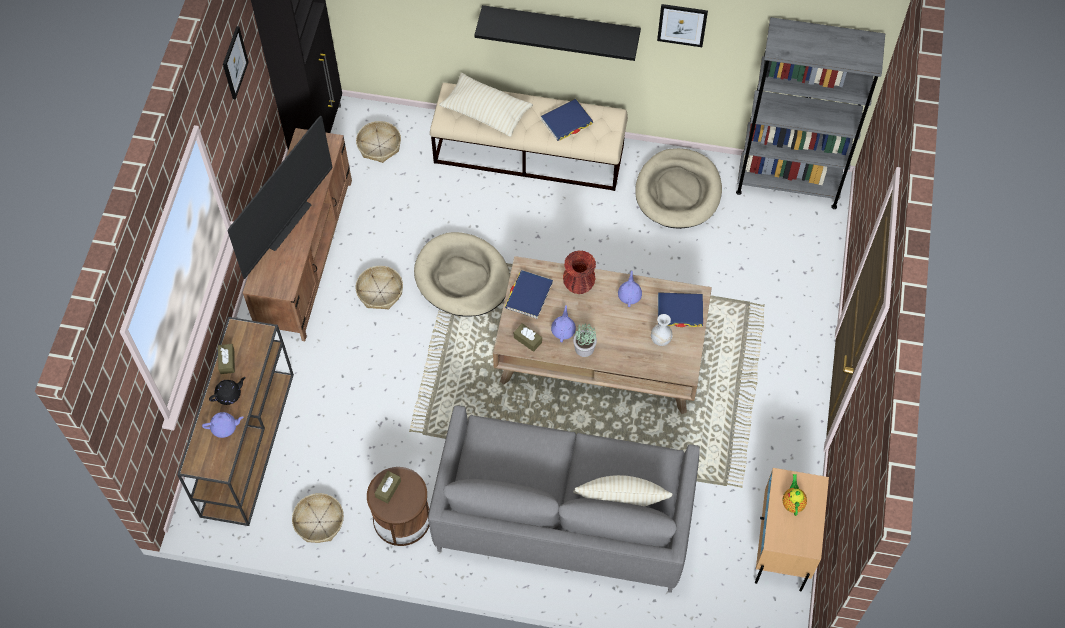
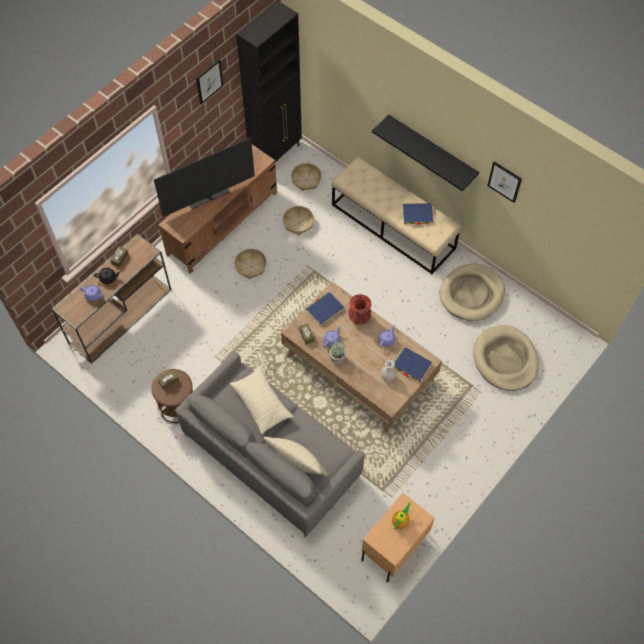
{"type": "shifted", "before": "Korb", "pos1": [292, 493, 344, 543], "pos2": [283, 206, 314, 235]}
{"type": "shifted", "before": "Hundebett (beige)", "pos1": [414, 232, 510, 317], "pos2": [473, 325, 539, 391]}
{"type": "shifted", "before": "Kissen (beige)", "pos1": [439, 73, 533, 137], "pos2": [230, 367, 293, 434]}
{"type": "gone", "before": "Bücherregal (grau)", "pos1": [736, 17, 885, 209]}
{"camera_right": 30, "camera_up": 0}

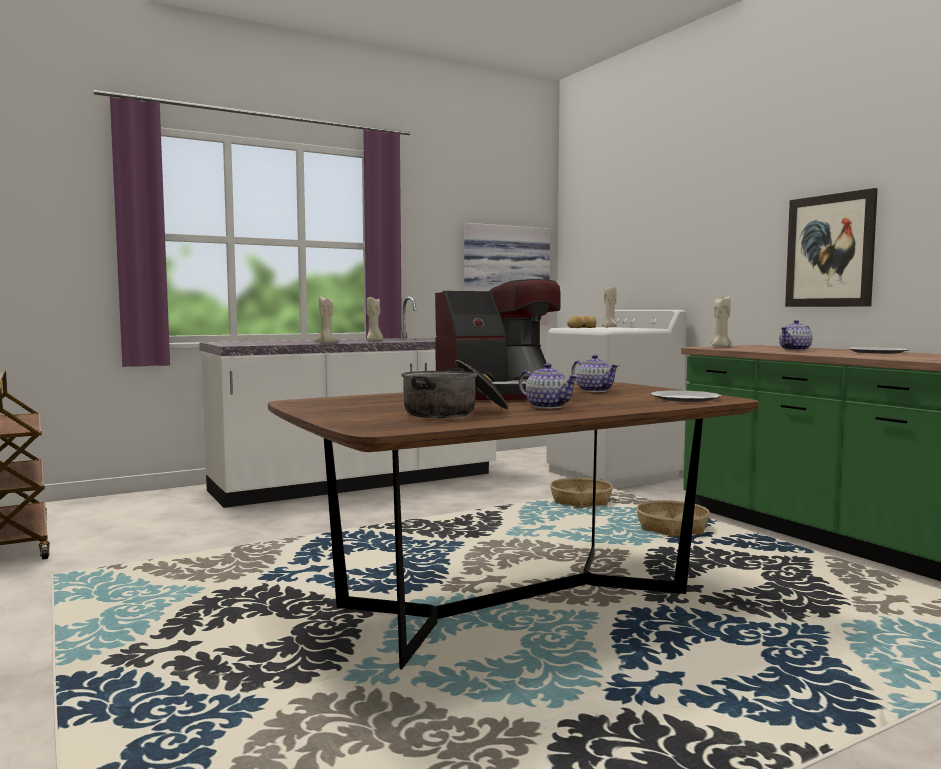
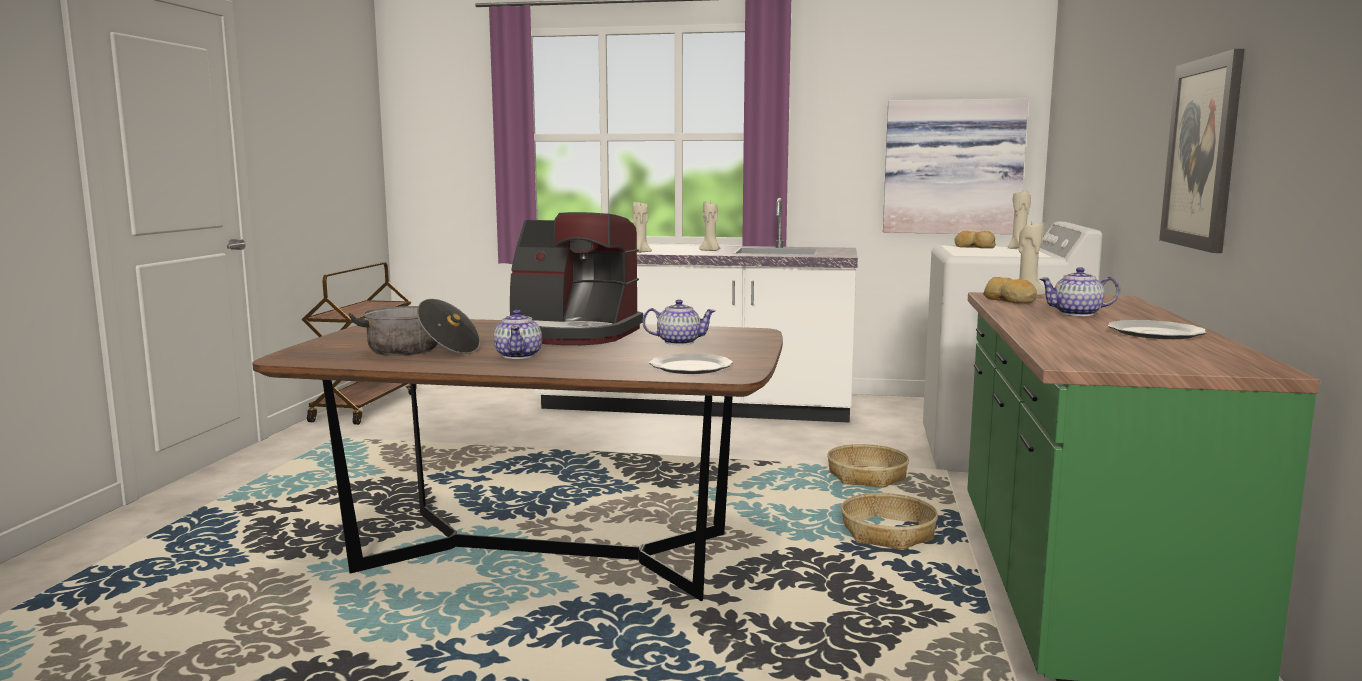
{"type": "rotated", "before": "Teekanne", "pos1": [571, 354, 619, 392], "pos2": [643, 300, 716, 345], "turn": -90}
{"type": "new", "after": "Brot", "pos2": [983, 277, 1037, 303]}
{"camera_right": 40, "camera_up": 5}

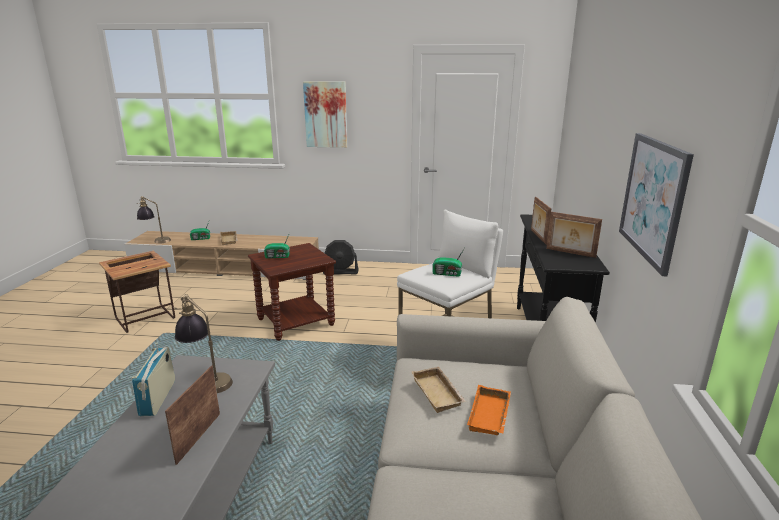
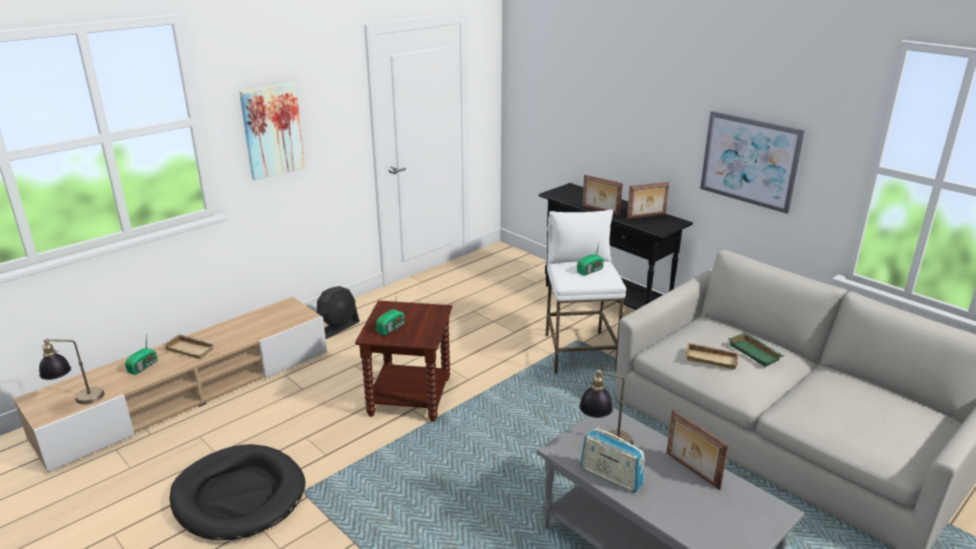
{"type": "swapped", "before": "Beistelltisch", "after": "Hundebett (schwarz)", "pos1": [99, 251, 175, 333], "pos2": [170, 444, 305, 540]}
{"type": "repainted", "before": "Tablett (orange)", "after": "Tablett (grün)", "pos1": [467, 385, 511, 435], "pos2": [728, 333, 784, 367]}
{"camera_right": -50, "camera_up": 5}

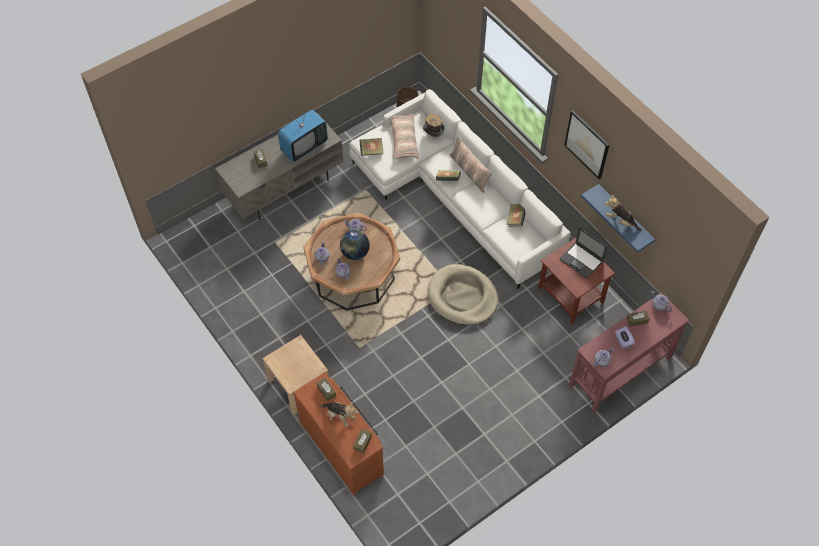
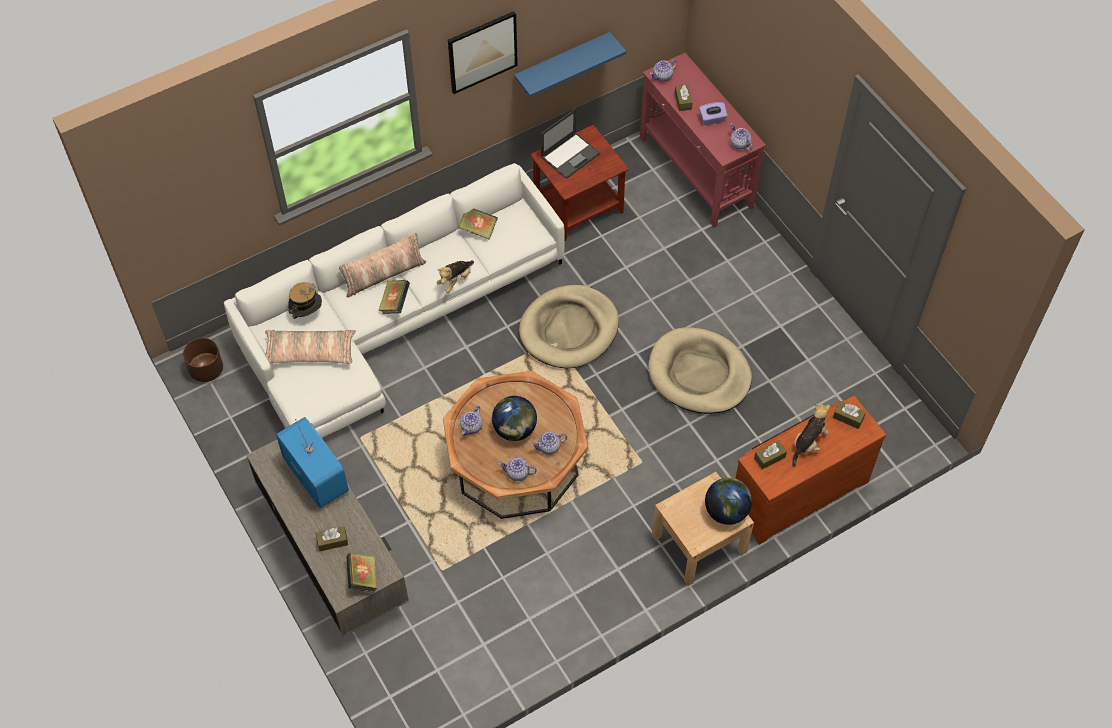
{"type": "shifted", "before": "Buch", "pos1": [359, 138, 384, 156], "pos2": [346, 553, 378, 593]}
{"type": "shifted", "before": "Plüschtier", "pos1": [605, 195, 642, 231], "pos2": [437, 260, 474, 293]}
{"type": "new", "after": "Hundebett (beige)", "pos2": [648, 327, 752, 414]}
{"type": "new", "after": "Globus", "pos2": [705, 478, 752, 525]}
{"camera_right": -85, "camera_up": 0}

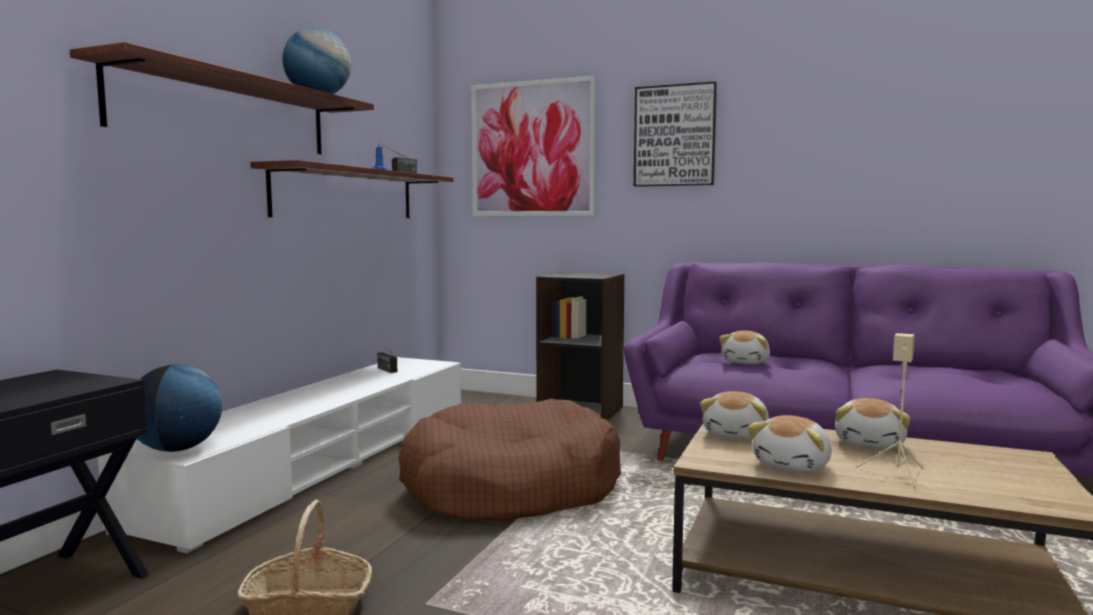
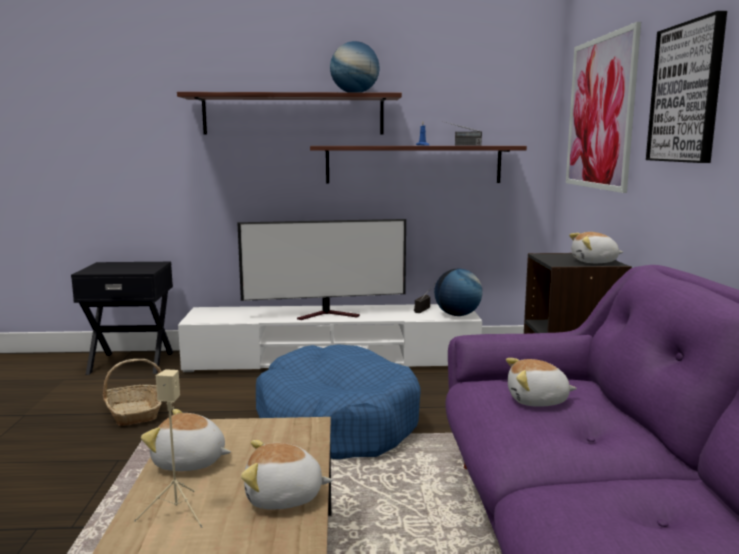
{"type": "shifted", "before": "Globus", "pos1": [137, 365, 222, 452], "pos2": [434, 268, 482, 316]}
{"type": "repainted", "before": "Hundebett (braun)", "after": "Hundebett (blau)", "pos1": [399, 399, 621, 521], "pos2": [256, 344, 421, 459]}
{"type": "shifted", "before": "Plüschtier", "pos1": [700, 391, 769, 440], "pos2": [569, 232, 623, 263]}
{"type": "new", "after": "Fernseher", "pos2": [237, 219, 406, 320]}
{"camera_right": 65, "camera_up": 5}

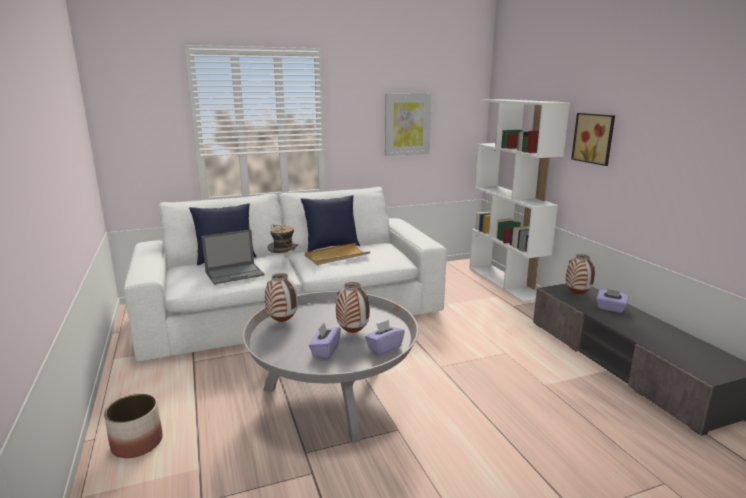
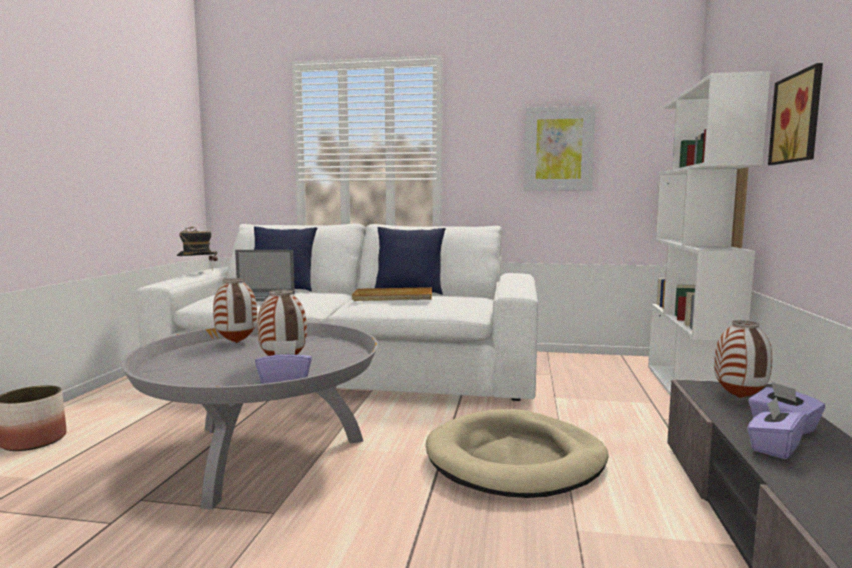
{"type": "shifted", "before": "Hut", "pos1": [268, 224, 298, 258], "pos2": [177, 226, 218, 261]}
{"type": "shifted", "before": "Taschentuchbox (lila)", "pos1": [309, 323, 341, 359], "pos2": [747, 397, 807, 459]}
{"type": "new", "after": "Hundebett (beige)", "pos2": [426, 409, 608, 498]}
{"camera_right": 30, "camera_up": -10}

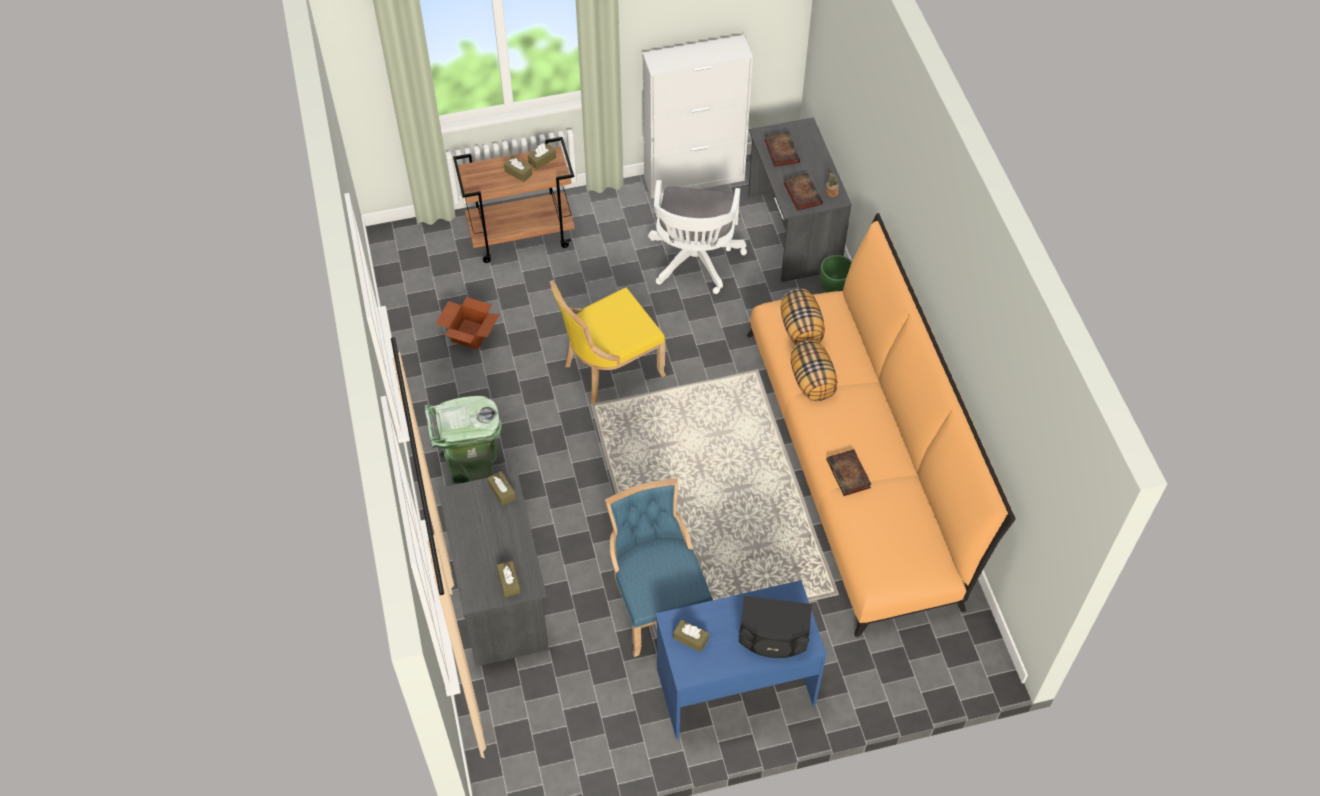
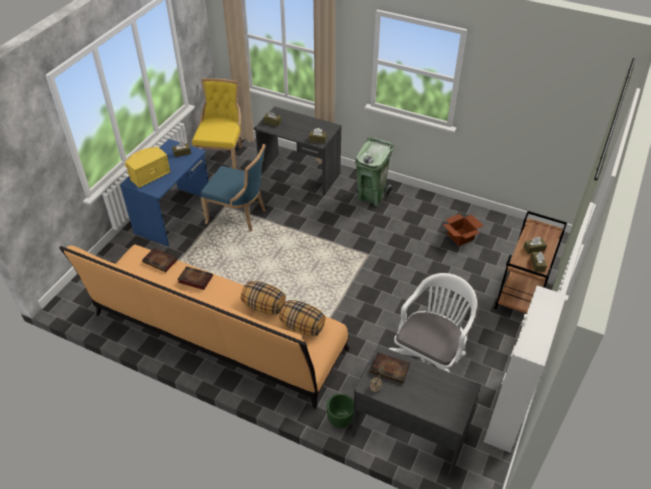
{"type": "shifted", "before": "Stuhl (gelb)", "pos1": [550, 280, 666, 404], "pos2": [192, 78, 242, 170]}
{"type": "rotated", "before": "Bürostuhl (weiß)", "pos1": [648, 180, 747, 294], "pos2": [389, 273, 477, 373], "turn": 75}
{"type": "repainted", "before": "Lautsprecher (schwarz)", "after": "Lautsprecher (gelb)", "pos1": [739, 596, 812, 658], "pos2": [125, 147, 171, 188]}
{"type": "shifted", "before": "Buch", "pos1": [764, 131, 800, 167], "pos2": [142, 248, 177, 272]}
{"camera_right": 130, "camera_up": -10}

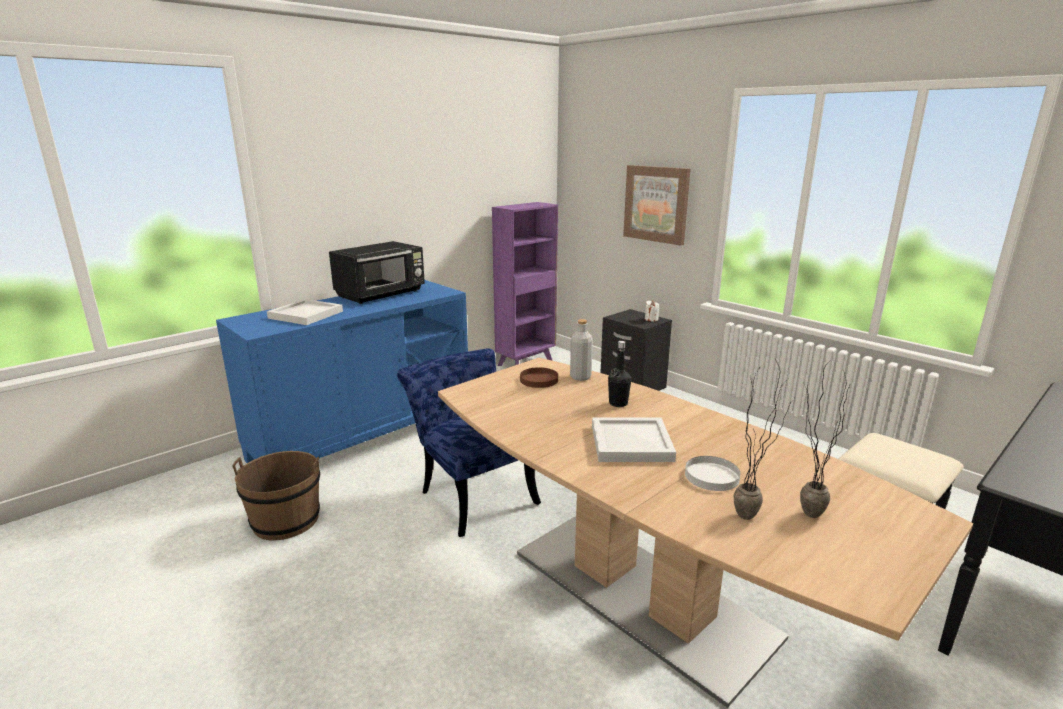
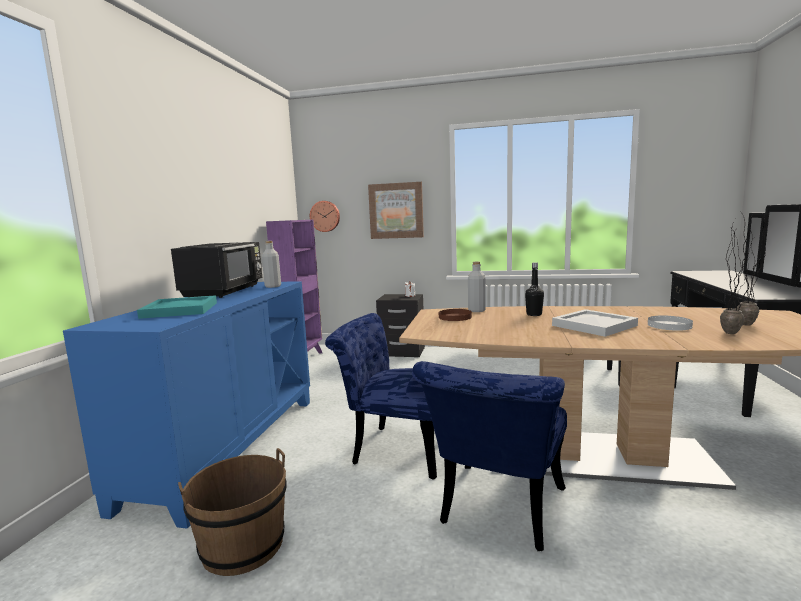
{"type": "repainted", "before": "Tablett (weiß)", "after": "Tablett (türkis)", "pos1": [267, 299, 343, 325], "pos2": [137, 295, 217, 319]}
{"type": "new", "after": "Flasche (grau)", "pos2": [262, 241, 281, 288]}
{"type": "new", "after": "Wanduhr", "pos2": [310, 201, 340, 232]}
{"type": "new", "after": "Stuhl (blau)", "pos2": [412, 361, 567, 551]}
{"camera_right": -35, "camera_up": -10}

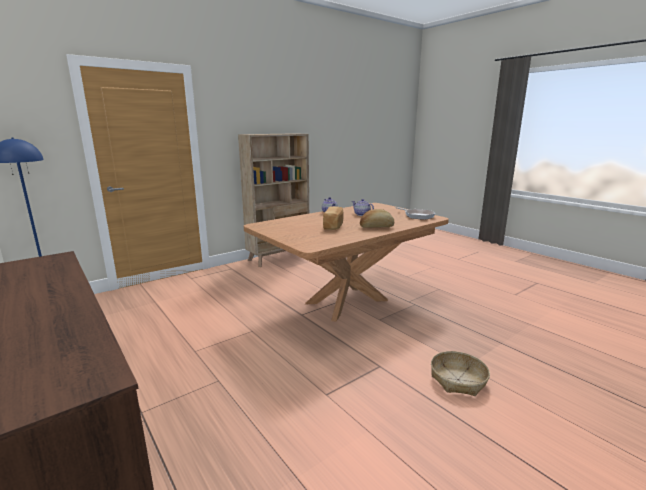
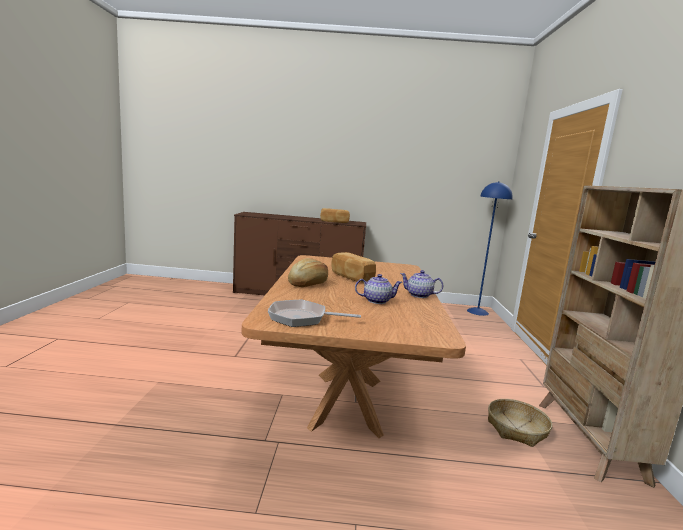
{"type": "shifted", "before": "Korb", "pos1": [431, 351, 490, 396], "pos2": [488, 399, 552, 447]}
{"type": "new", "after": "Brot", "pos2": [320, 208, 350, 223]}
{"camera_right": 130, "camera_up": -5}

